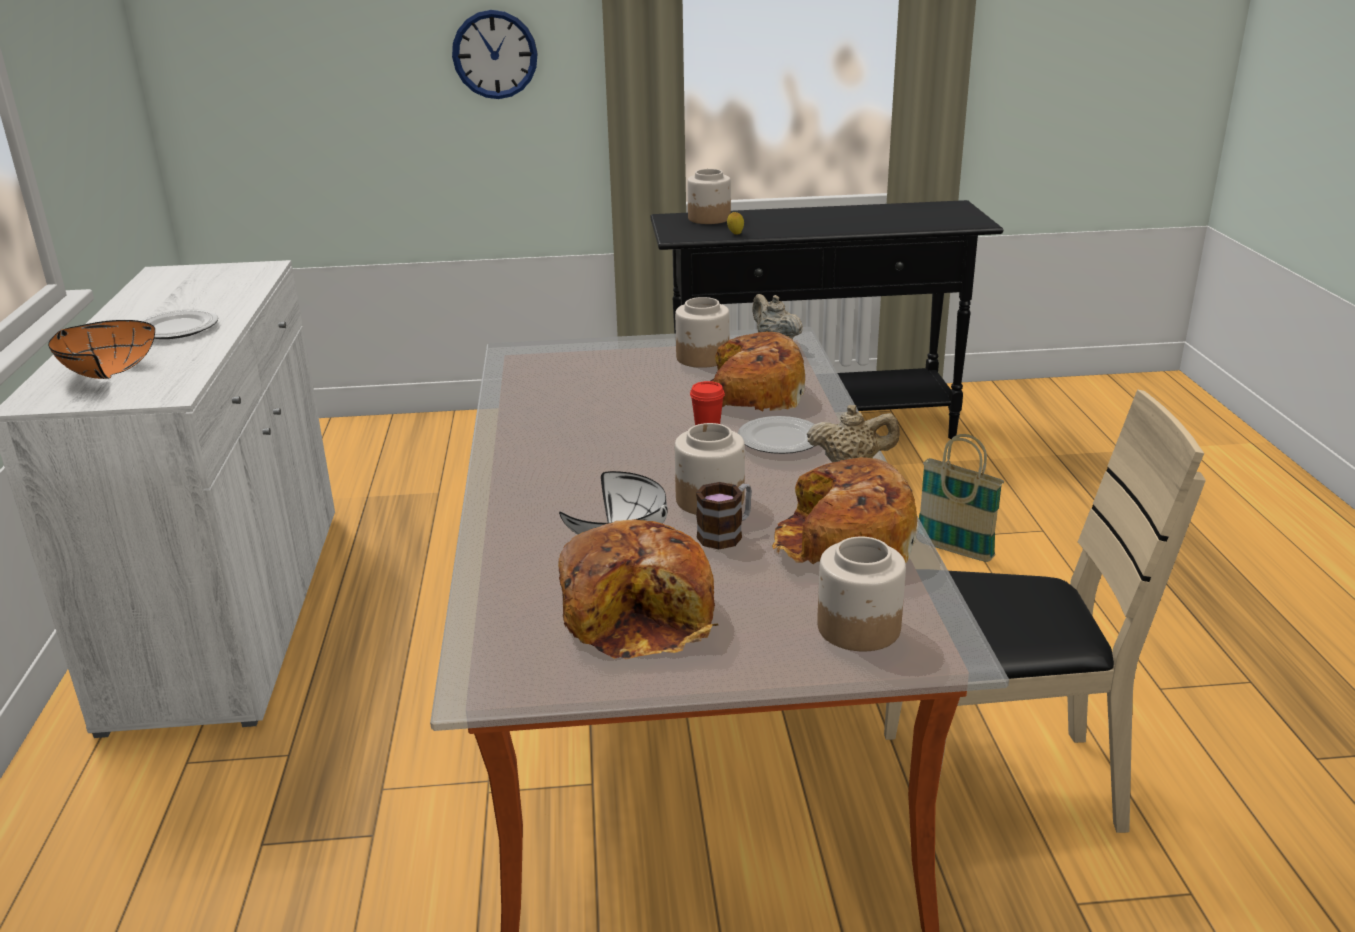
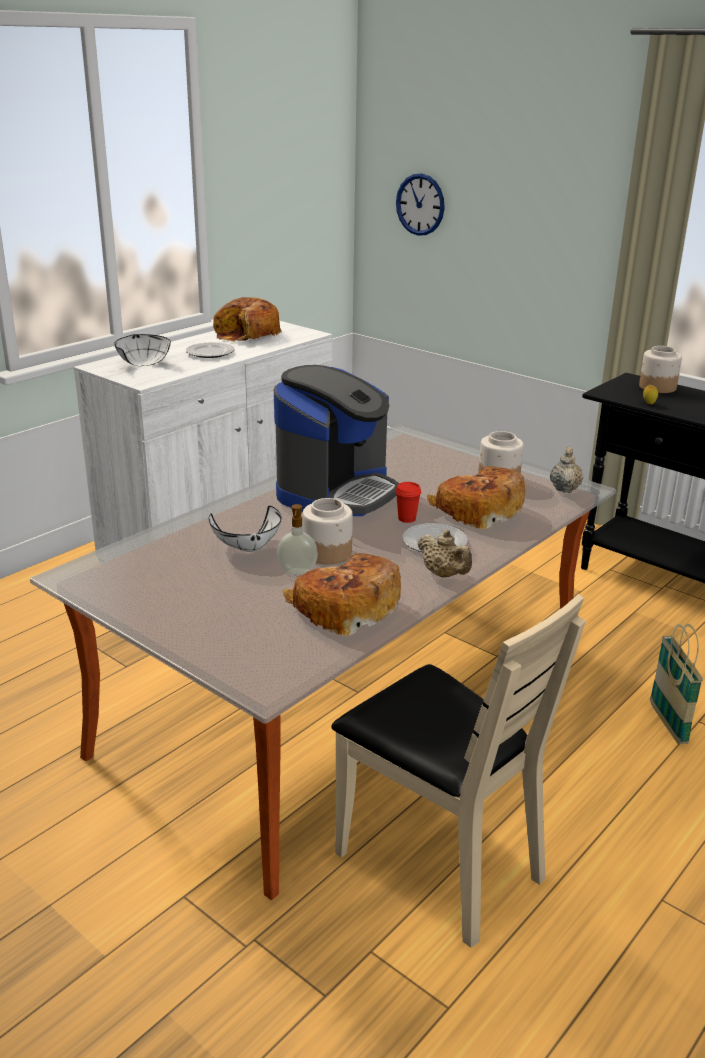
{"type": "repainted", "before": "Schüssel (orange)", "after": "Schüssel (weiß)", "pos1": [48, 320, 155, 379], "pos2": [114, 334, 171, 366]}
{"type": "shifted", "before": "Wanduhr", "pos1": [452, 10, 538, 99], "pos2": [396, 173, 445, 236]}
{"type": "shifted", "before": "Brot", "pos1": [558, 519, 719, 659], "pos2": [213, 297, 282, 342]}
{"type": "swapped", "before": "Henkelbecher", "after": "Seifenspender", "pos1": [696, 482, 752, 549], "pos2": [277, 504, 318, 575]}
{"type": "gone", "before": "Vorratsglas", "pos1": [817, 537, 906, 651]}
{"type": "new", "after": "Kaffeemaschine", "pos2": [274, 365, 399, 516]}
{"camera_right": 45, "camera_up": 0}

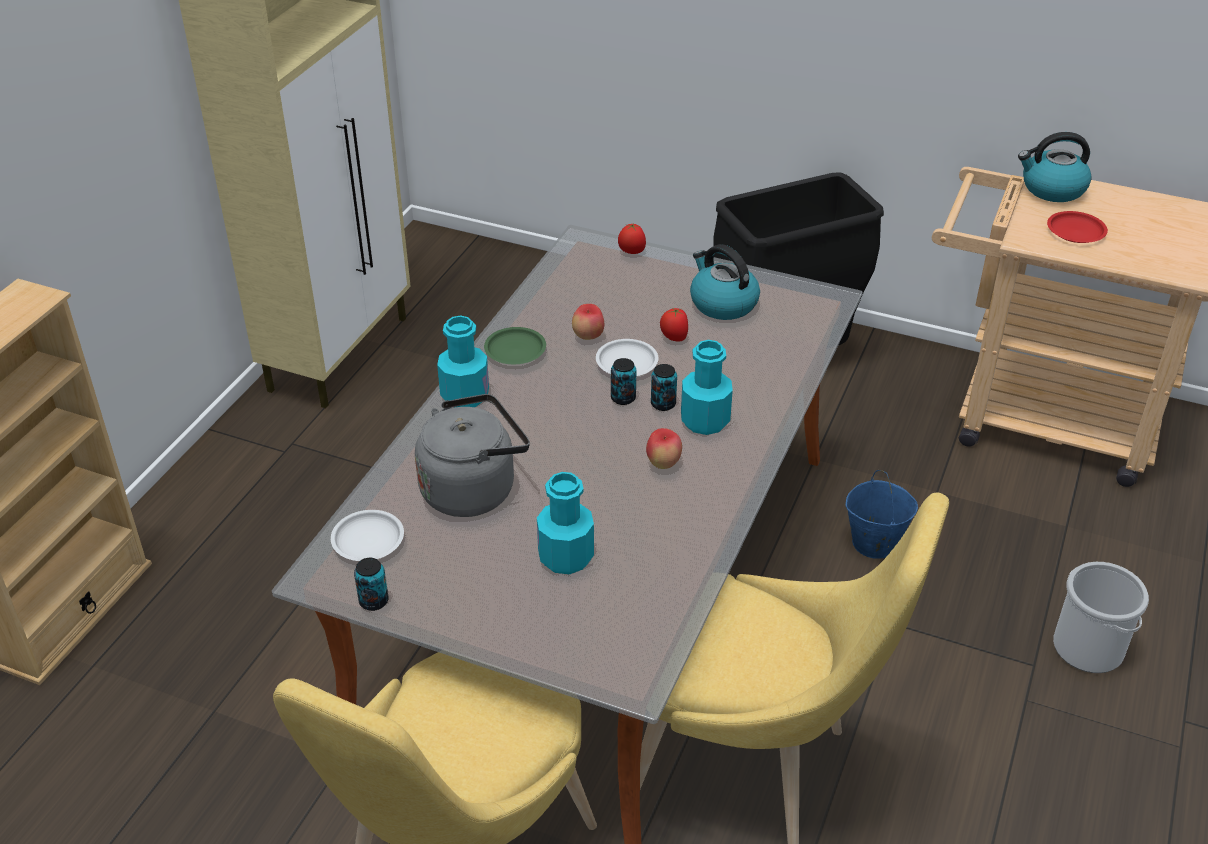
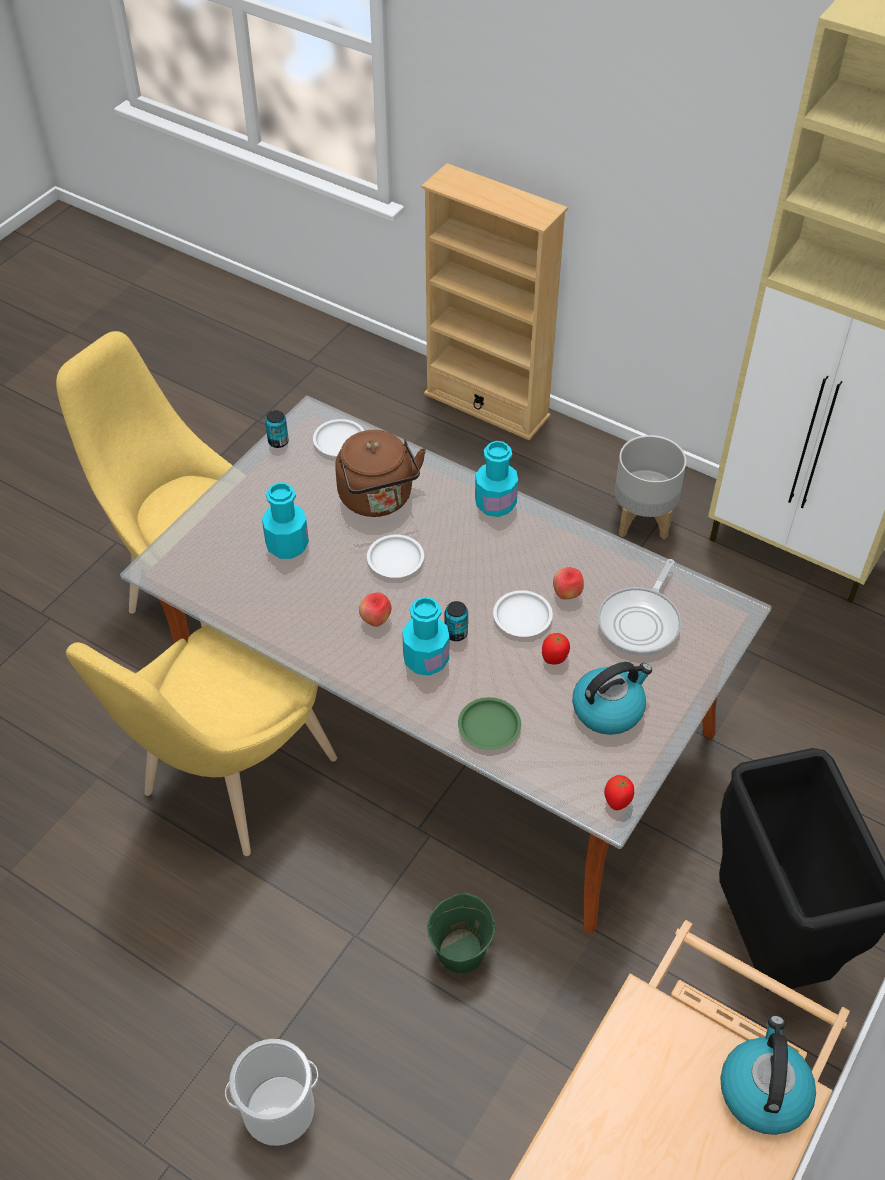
{"type": "repainted", "before": "Wasserkessel (grau)", "after": "Wasserkessel (braun)", "pos1": [415, 394, 530, 517], "pos2": [335, 430, 426, 517]}
{"type": "shifted", "before": "Teller (grün)", "pos1": [484, 327, 546, 364], "pos2": [458, 697, 521, 750]}
{"type": "gone", "before": "Dose", "pos1": [611, 358, 636, 405]}
{"type": "shifted", "before": "Tomate", "pos1": [618, 223, 646, 254], "pos2": [604, 775, 634, 810]}
{"type": "repainted", "before": "Eimer (blau)", "after": "Eimer (grün)", "pos1": [845, 470, 918, 559], "pos2": [427, 893, 495, 974]}
{"type": "gone", "before": "Teller (rot)", "pos1": [1047, 211, 1108, 243]}
{"type": "new", "after": "Teller (weiß)", "pos2": [367, 535, 424, 578]}
{"type": "new", "after": "Pfanne", "pos2": [598, 559, 681, 656]}
{"type": "new", "after": "Pflanzkübel (grau)", "pos2": [615, 435, 686, 539]}
{"camera_right": 100, "camera_up": 10}

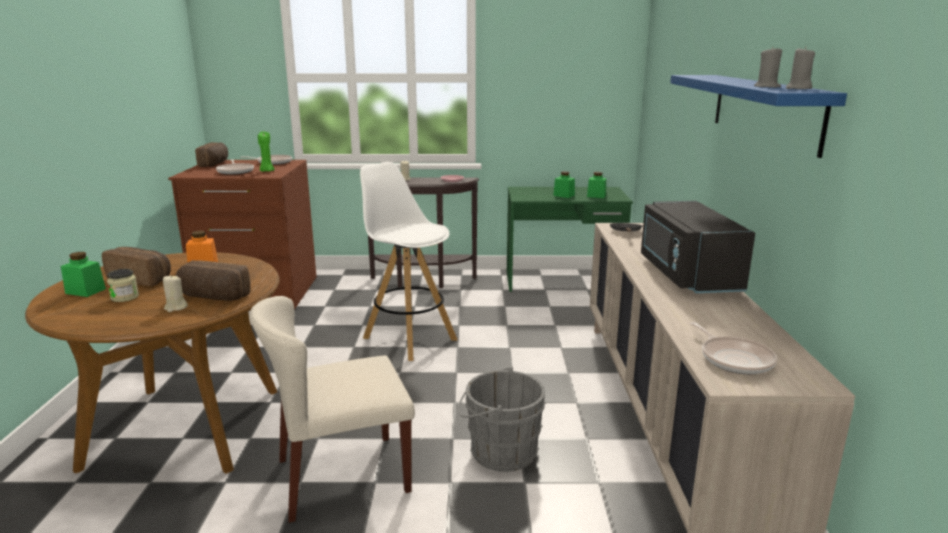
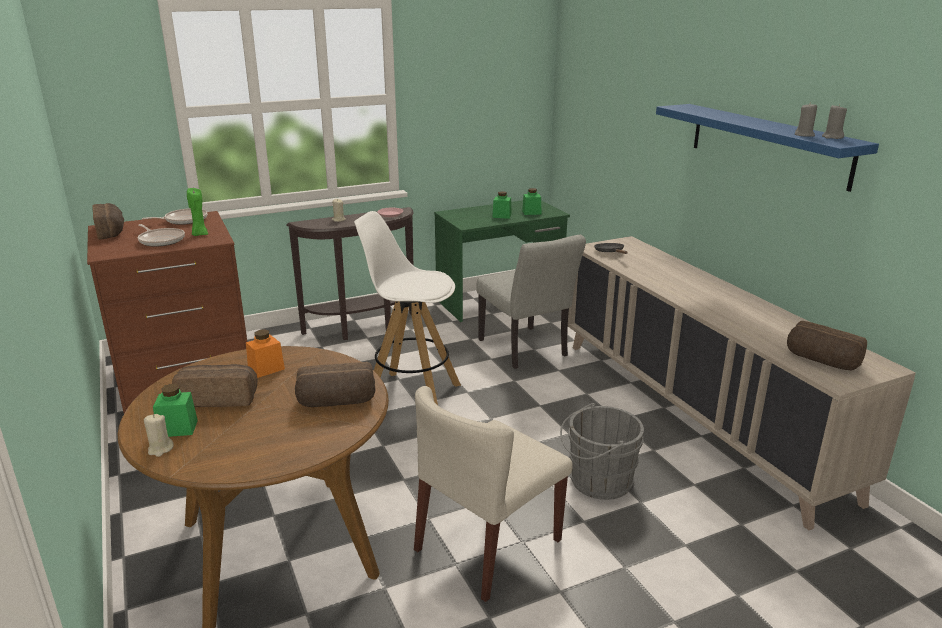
{"type": "gone", "before": "Vorratsglas", "pos1": [107, 269, 139, 302]}
{"type": "shifted", "before": "Kerze (beige)", "pos1": [163, 275, 188, 312], "pos2": [144, 414, 174, 457]}
{"type": "gone", "before": "Mikrowelle (schwarz)", "pos1": [641, 201, 755, 293]}
{"type": "swapped", "before": "Pfanne", "after": "Brot", "pos1": [690, 322, 777, 374], "pos2": [787, 321, 867, 370]}
{"type": "new", "after": "Stuhl (grau)", "pos2": [476, 235, 586, 369]}
{"camera_right": -25, "camera_up": 5}

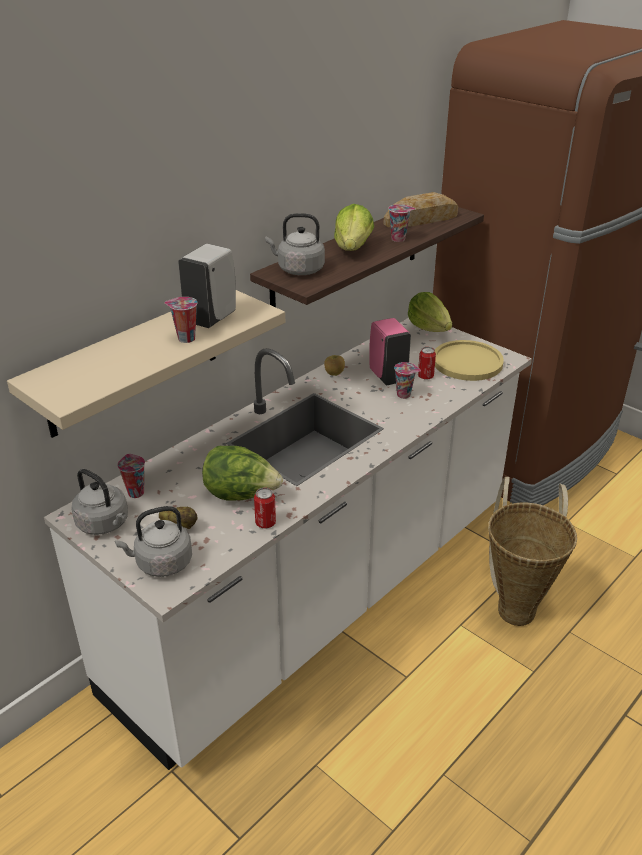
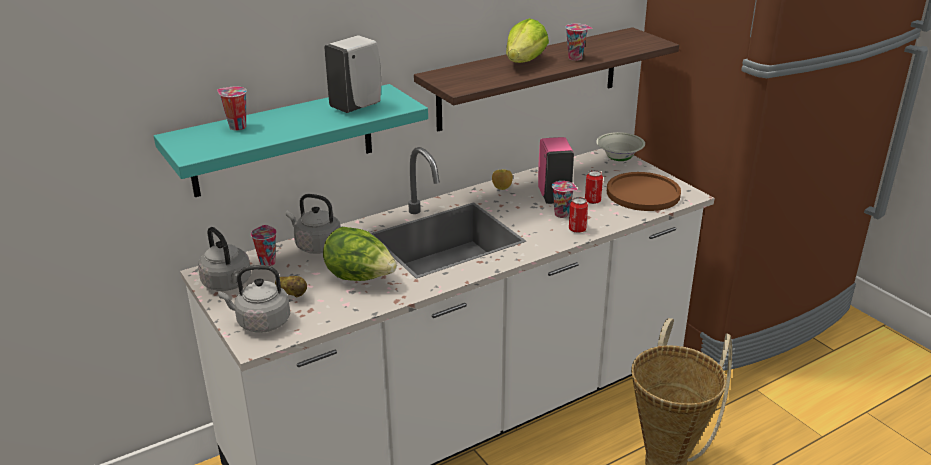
{"type": "repainted", "before": "Wandregal (beige)", "after": "Wandregal (türkis)", "pos1": [7, 290, 285, 438], "pos2": [154, 84, 428, 197]}
{"type": "shifted", "before": "Tasse", "pos1": [164, 297, 198, 343], "pos2": [217, 86, 247, 130]}
{"type": "shifted", "before": "Dose", "pos1": [254, 488, 276, 528], "pos2": [569, 197, 588, 233]}
{"type": "shifted", "before": "Wasserkessel (grau)", "pos1": [265, 213, 325, 275], "pos2": [286, 194, 341, 254]}
{"type": "gone", "before": "Brot", "pos1": [383, 192, 458, 227]}
{"type": "swapped", "before": "Salatkopf", "after": "Schüssel (weiß)", "pos1": [408, 292, 452, 332], "pos2": [596, 132, 645, 161]}
{"type": "repainted", "before": "Teller (gelb)", "after": "Teller (braun)", "pos1": [435, 340, 504, 381], "pos2": [607, 172, 681, 211]}
{"camera_right": 15, "camera_up": -5}

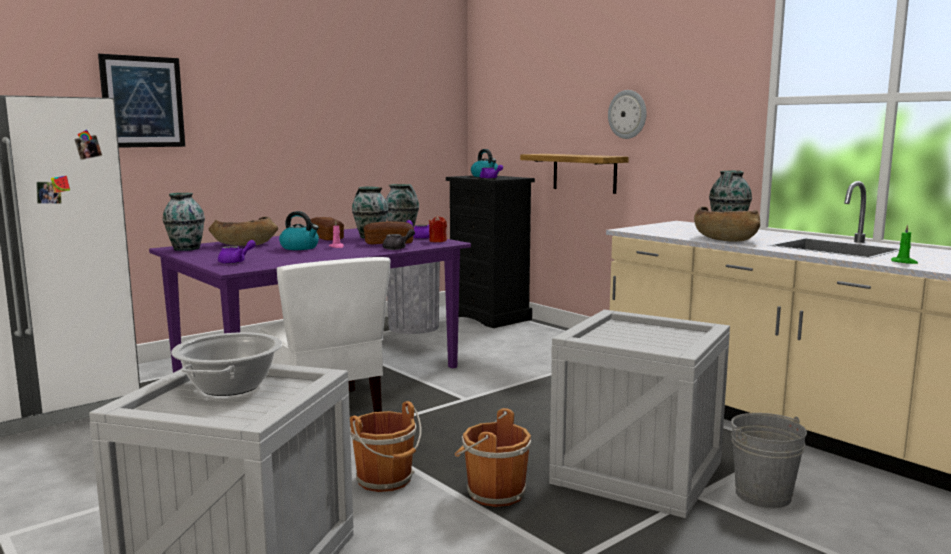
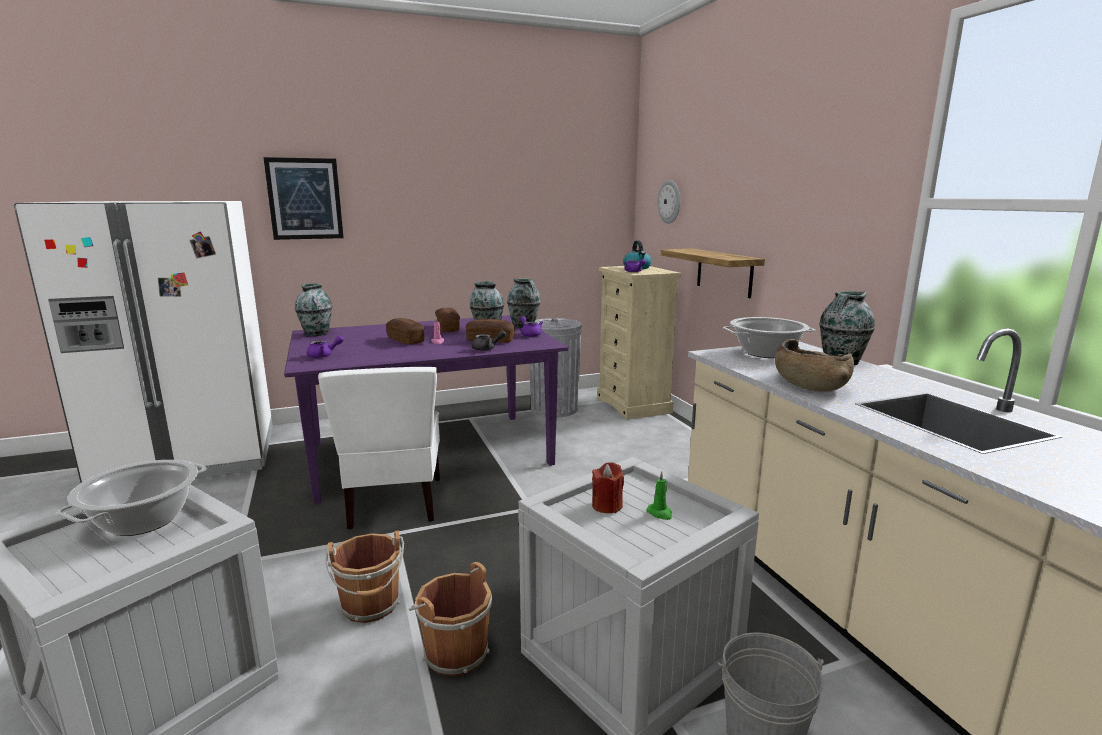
{"type": "gone", "before": "Schüssel (braun)", "pos1": [209, 217, 278, 246]}
{"type": "swapped", "before": "Wasserkessel", "after": "Brot", "pos1": [279, 211, 319, 250], "pos2": [386, 318, 425, 344]}
{"type": "shifted", "before": "Kerze (rot)", "pos1": [429, 216, 447, 242], "pos2": [592, 462, 624, 513]}
{"type": "repainted", "before": "Kommode (schwarz)", "after": "Kommode (beige)", "pos1": [446, 175, 535, 328], "pos2": [597, 266, 682, 420]}
{"type": "shifted", "before": "Wanduhr", "pos1": [608, 90, 647, 139], "pos2": [658, 180, 680, 224]}
{"type": "shifted", "before": "Kerze (grün)", "pos1": [891, 225, 918, 264], "pos2": [646, 471, 672, 520]}
{"type": "new", "after": "Kochtopf", "pos2": [723, 317, 815, 358]}
{"camera_right": 20, "camera_up": 5}

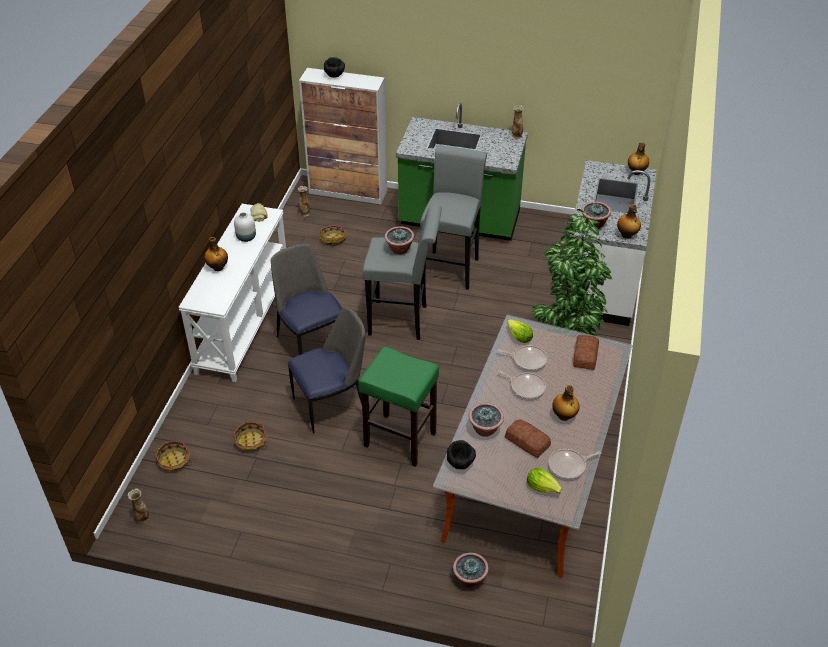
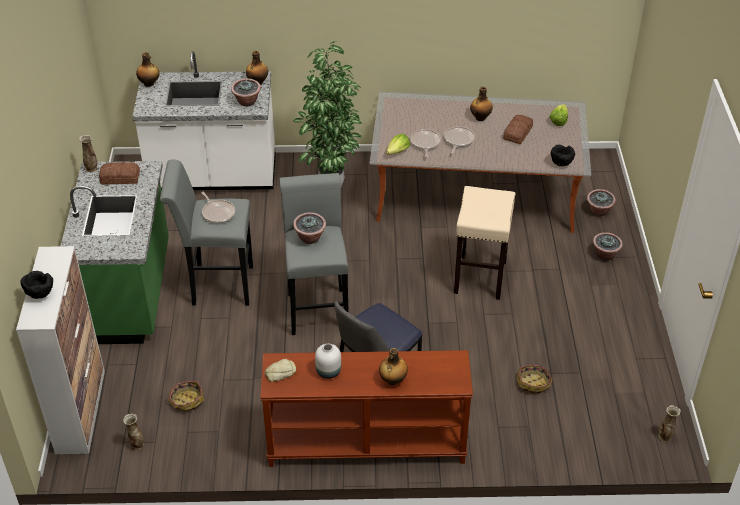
{"type": "gone", "before": "Korb", "pos1": [155, 441, 192, 472]}
{"type": "repainted", "before": "Konsolentisch (weiß)", "after": "Konsolentisch (braun)", "pos1": [178, 204, 286, 382], "pos2": [260, 350, 473, 467]}
{"type": "gone", "before": "Stuhl", "pos1": [288, 307, 366, 434]}
{"type": "repainted", "before": "Hocker (grün)", "after": "Hocker (beige)", "pos1": [358, 347, 439, 467], "pos2": [454, 186, 515, 300]}
{"type": "shifted", "before": "Topfpflanze", "pos1": [469, 403, 504, 437], "pos2": [593, 232, 623, 261]}
{"type": "shifted", "before": "Pfanne", "pos1": [548, 449, 601, 479], "pos2": [201, 192, 235, 223]}
{"type": "shifted", "before": "Brot", "pos1": [573, 335, 599, 370], "pos2": [99, 162, 140, 184]}
{"camera_right": -105, "camera_up": 0}

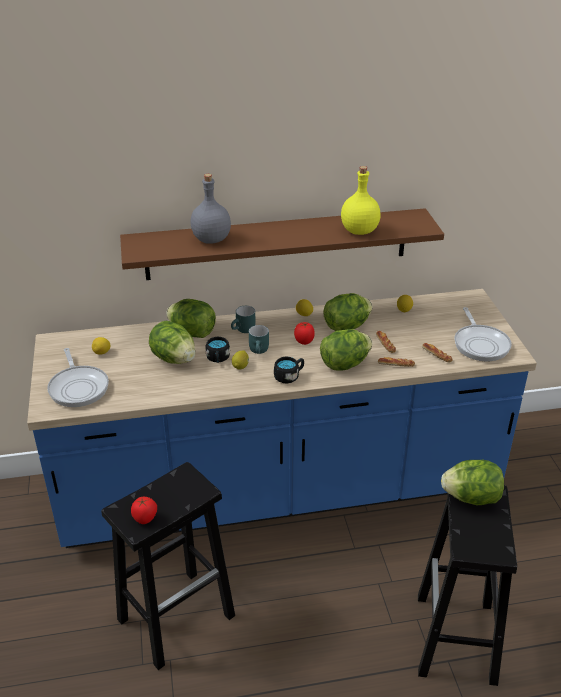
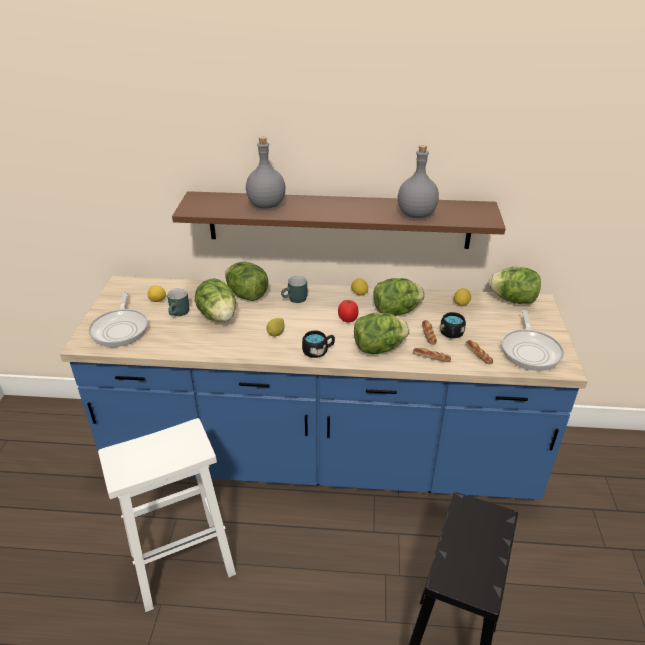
{"type": "repainted", "before": "Hocker (schwarz)", "after": "Hocker (weiß)", "pos1": [101, 462, 235, 670], "pos2": [98, 418, 236, 612]}
{"type": "gone", "before": "Tomate", "pos1": [131, 497, 157, 524]}
{"type": "shifted", "before": "Henkelbecher (schwarz)", "pos1": [205, 337, 230, 363], "pos2": [440, 312, 466, 339]}
{"type": "shifted", "before": "Henkelbecher (türkis)", "pos1": [249, 325, 269, 354], "pos2": [167, 288, 189, 316]}
{"type": "repainted", "before": "Flasche (gelb)", "after": "Flasche (grau)", "pos1": [341, 166, 380, 235], "pos2": [398, 145, 439, 218]}
{"type": "shifted", "before": "Salatkopf", "pos1": [441, 460, 504, 505], "pos2": [489, 267, 541, 304]}
{"camera_right": 15, "camera_up": 0}

